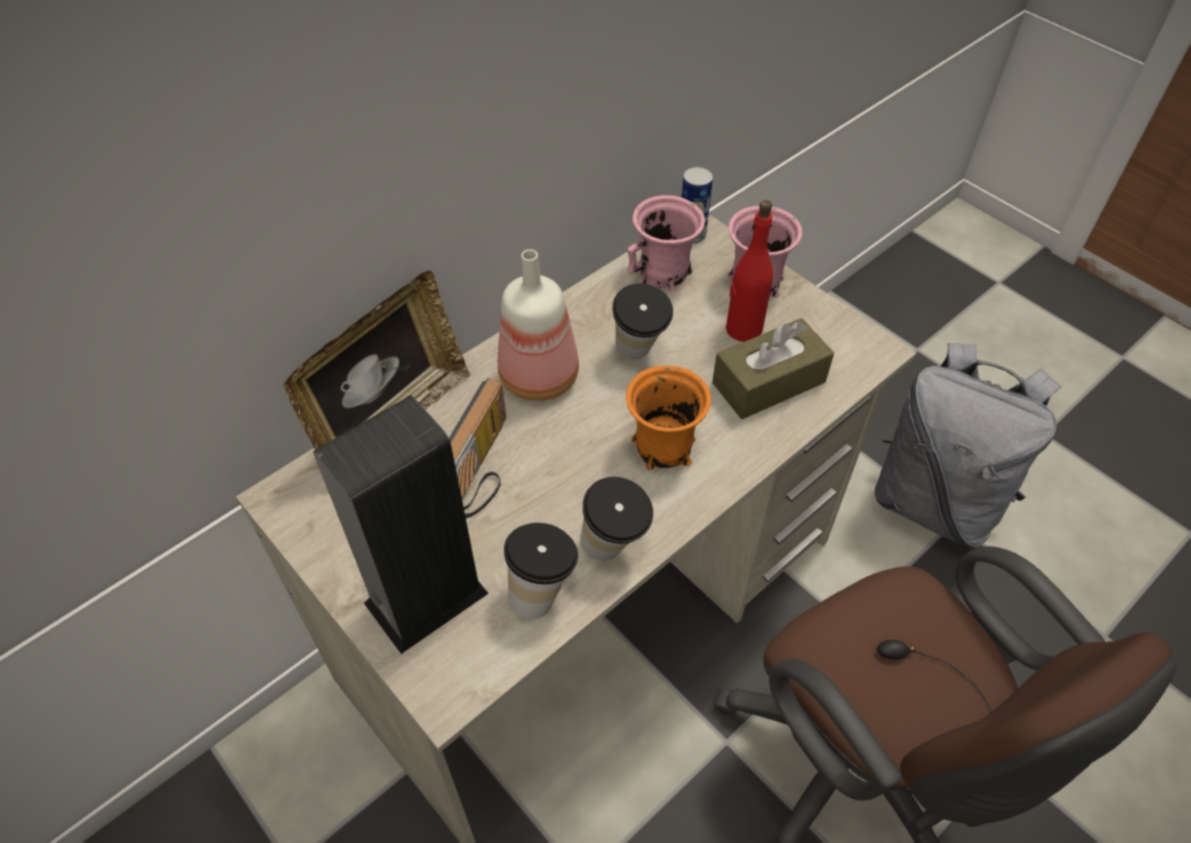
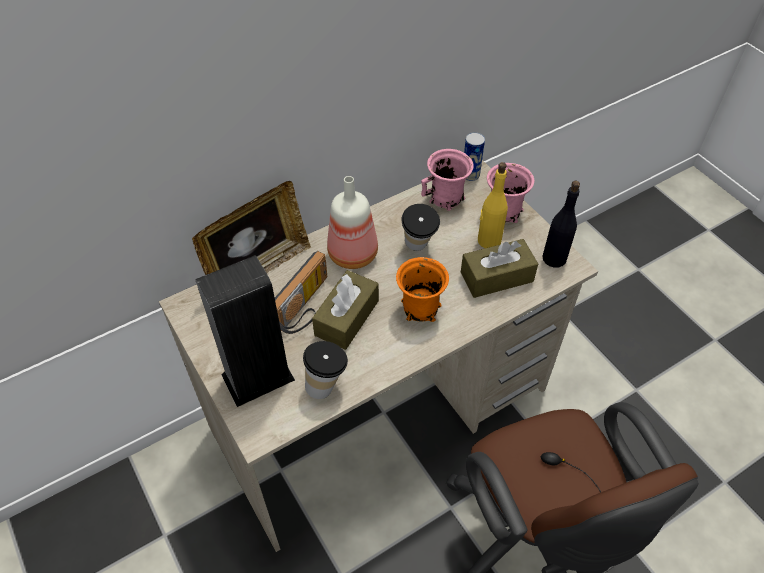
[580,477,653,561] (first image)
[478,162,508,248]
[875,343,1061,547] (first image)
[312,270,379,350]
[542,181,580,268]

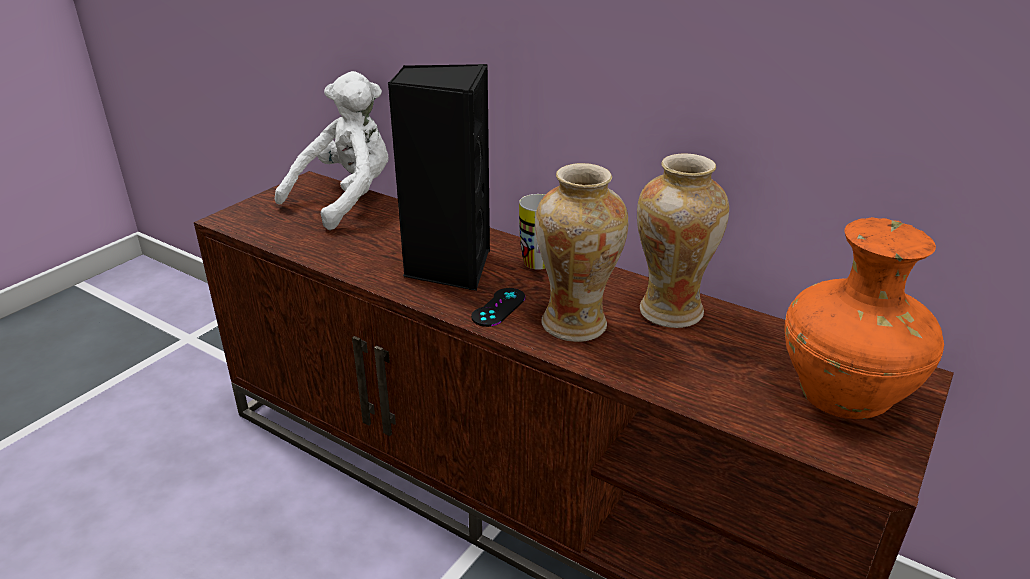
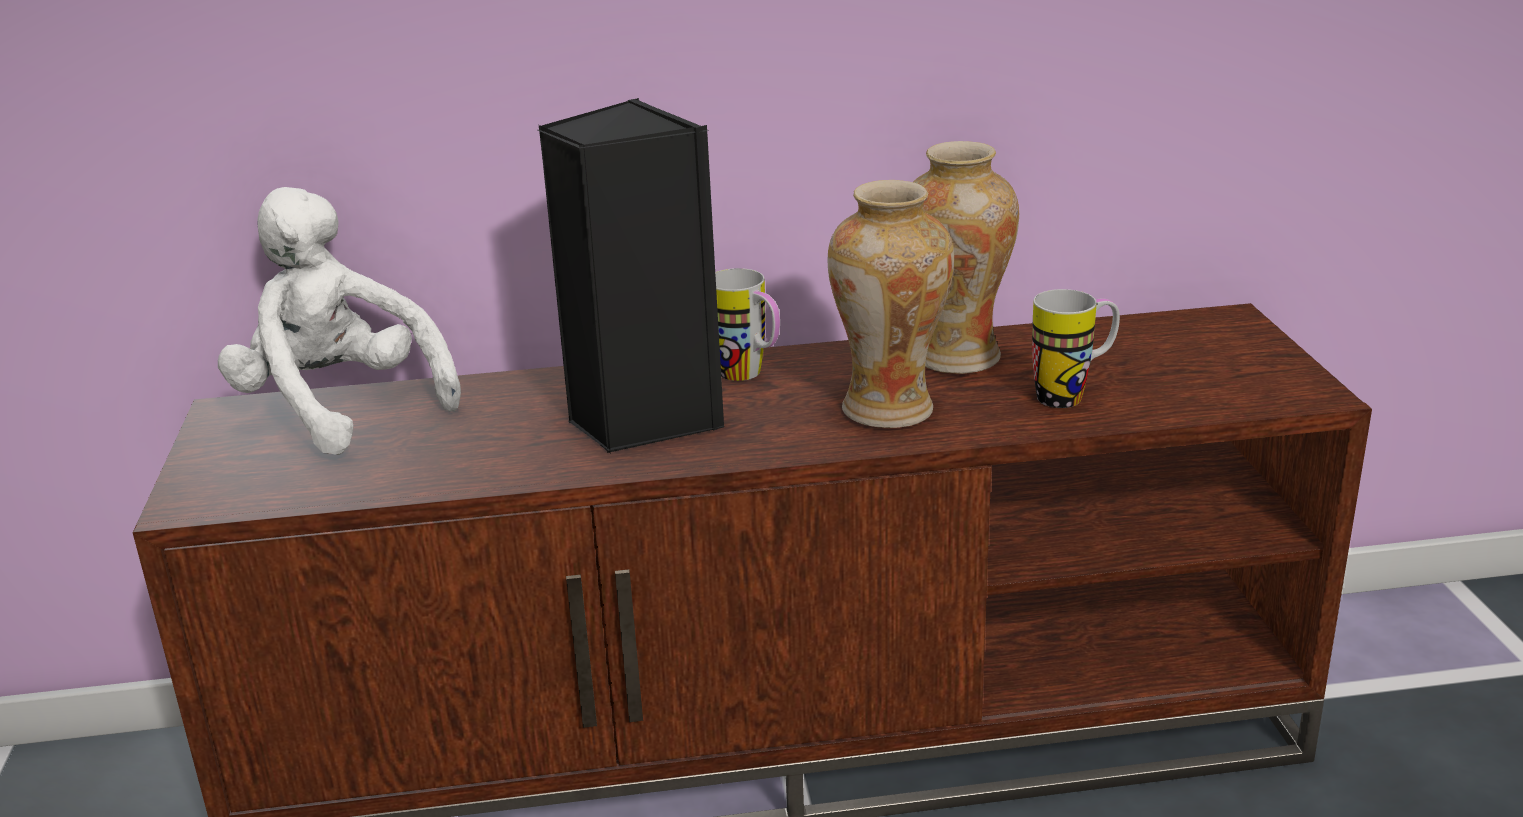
[218,187,461,455]
[471,288,525,327] (first image)
[784,217,944,419] (first image)
[1032,289,1120,408]

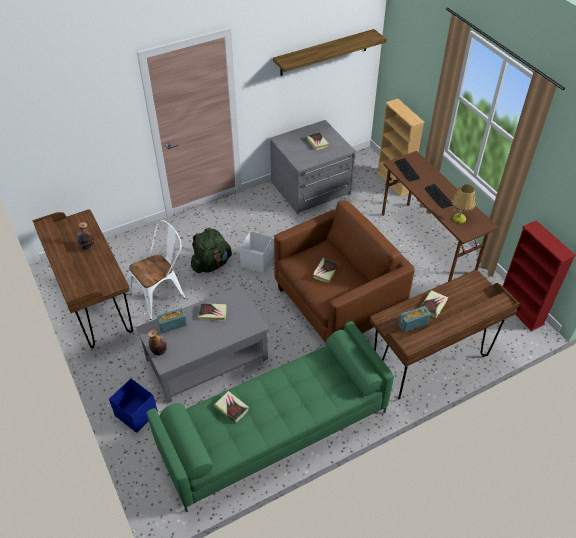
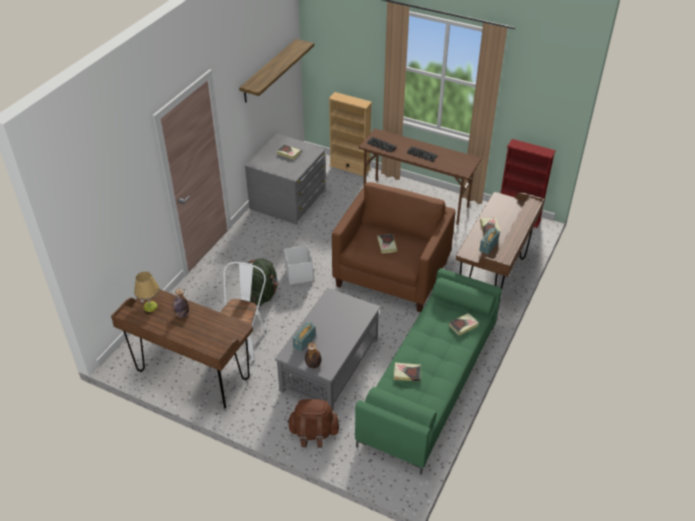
[287,399,339,448]
[448,313,479,336]
[134,271,160,312]

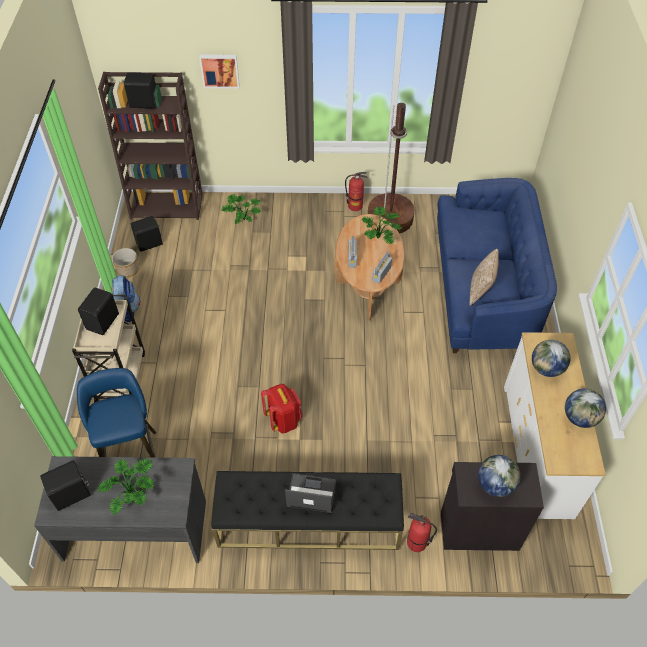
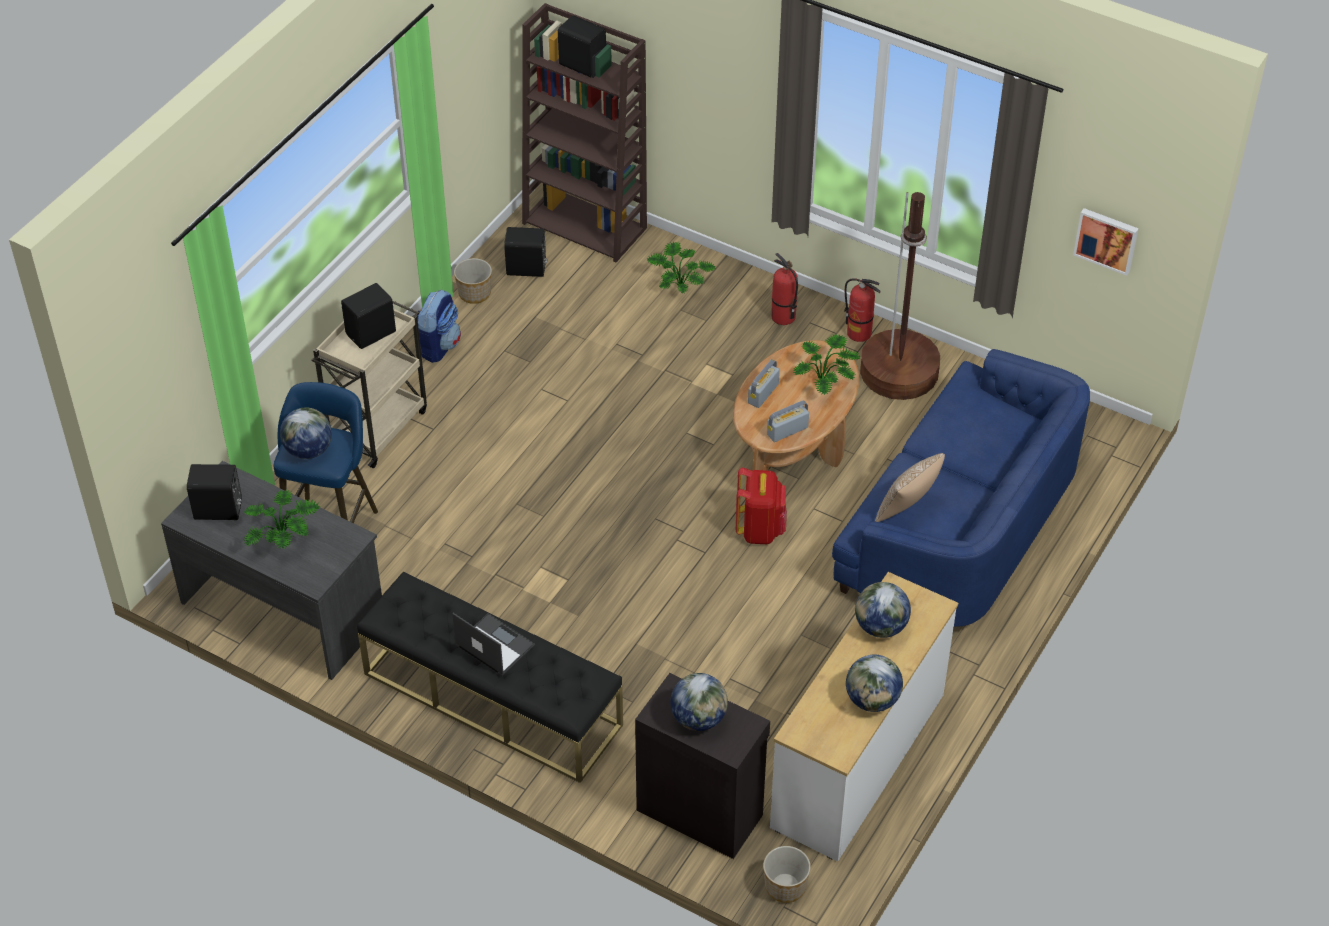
[1073,208,1139,276]
[736,468,787,544]
[771,253,798,325]
[280,407,332,459]
[763,846,811,903]

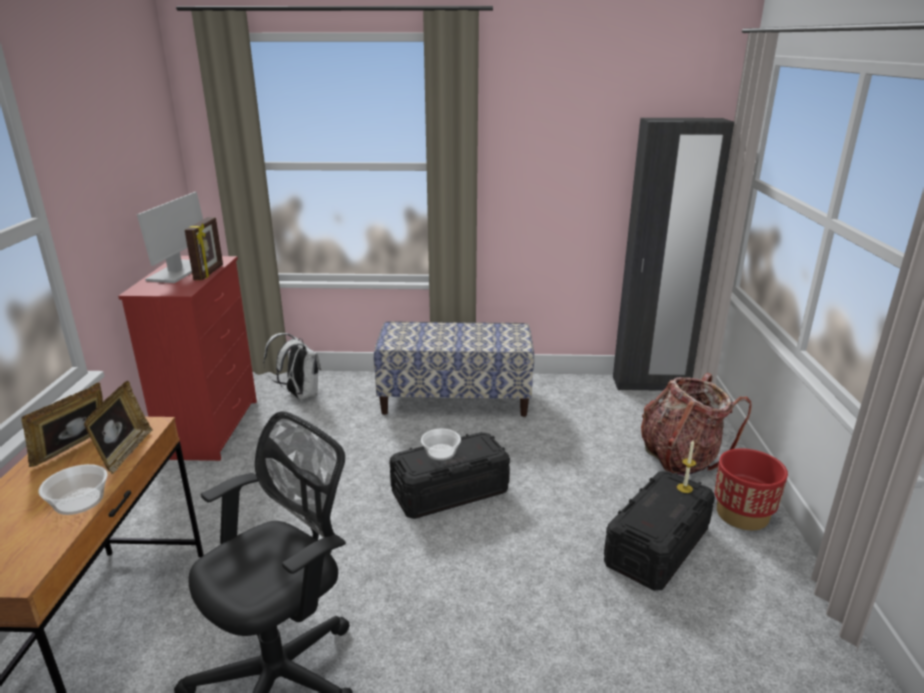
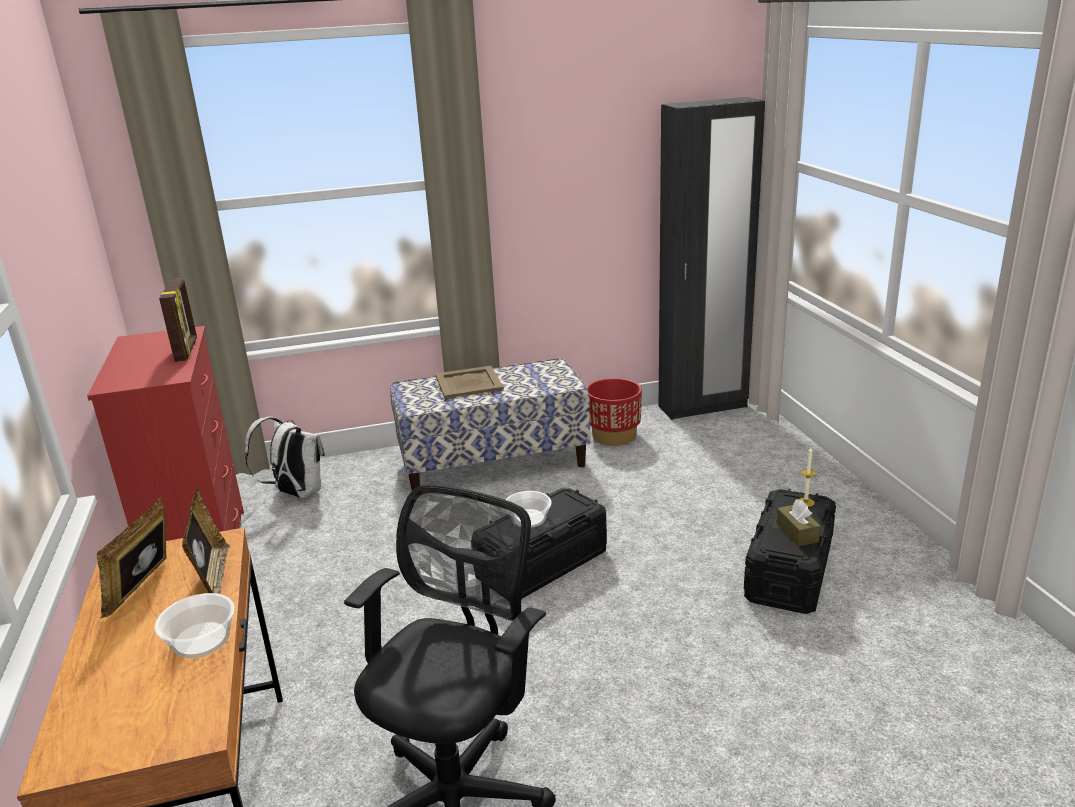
[137,192,203,283] (first image)
[641,373,752,476] (first image)
[587,378,642,446]
[435,366,504,398]
[776,499,821,546]

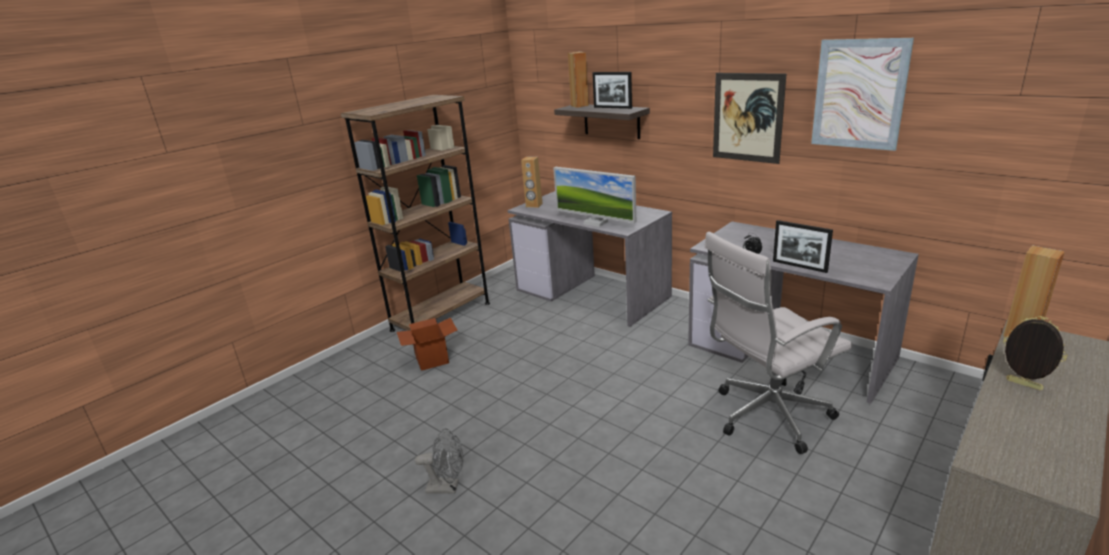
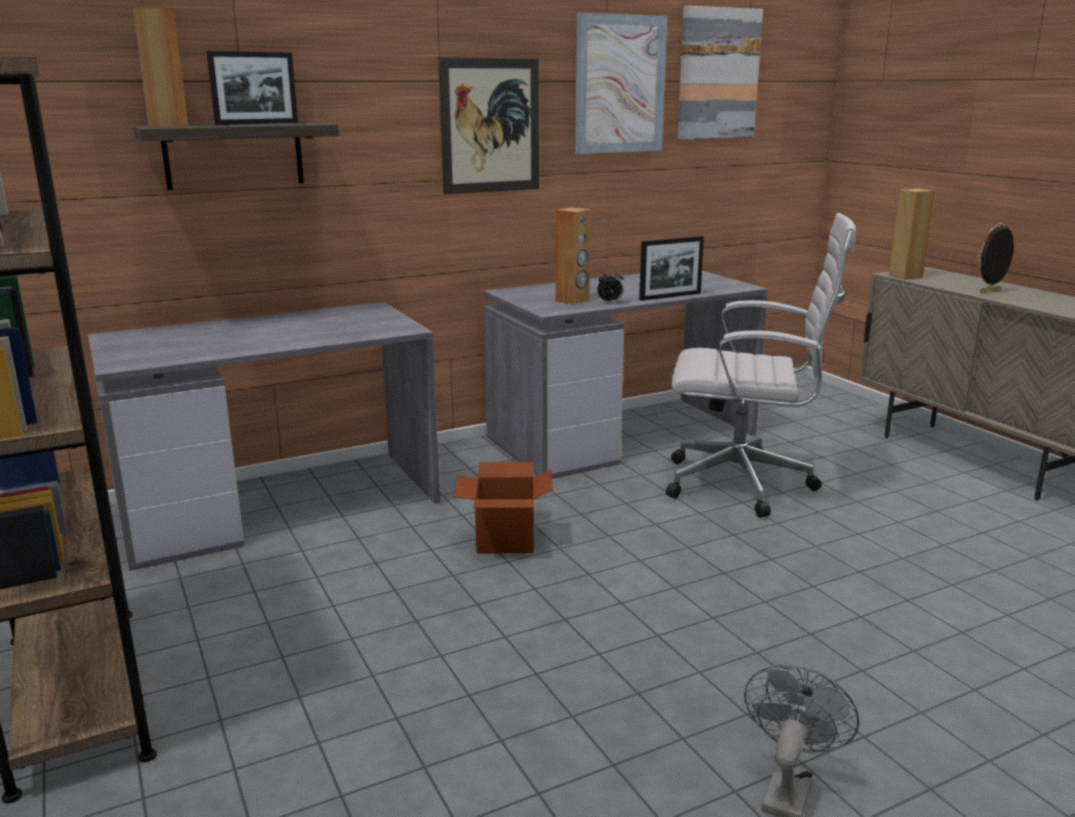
[454,462,553,554]
[556,208,590,305]
[553,167,636,227] (first image)
[666,213,856,518]
[678,6,763,140]

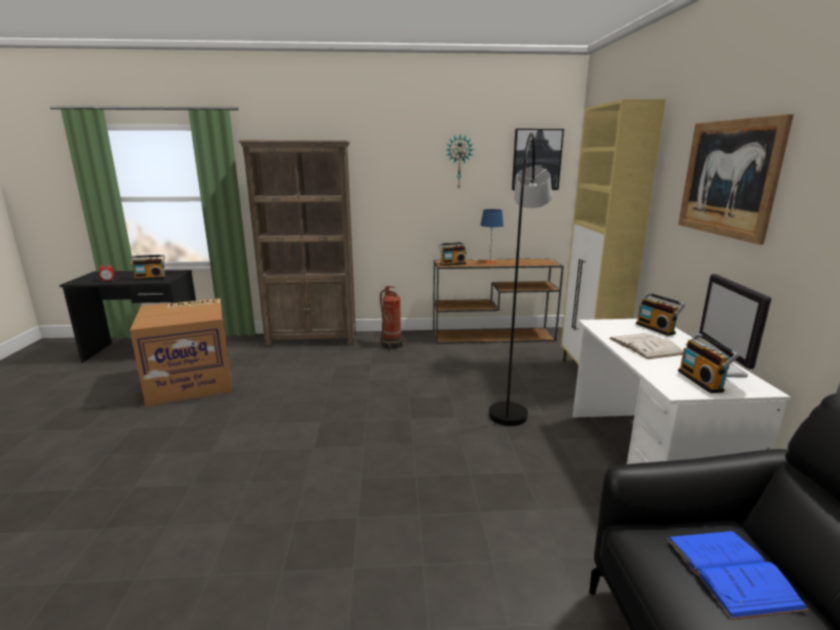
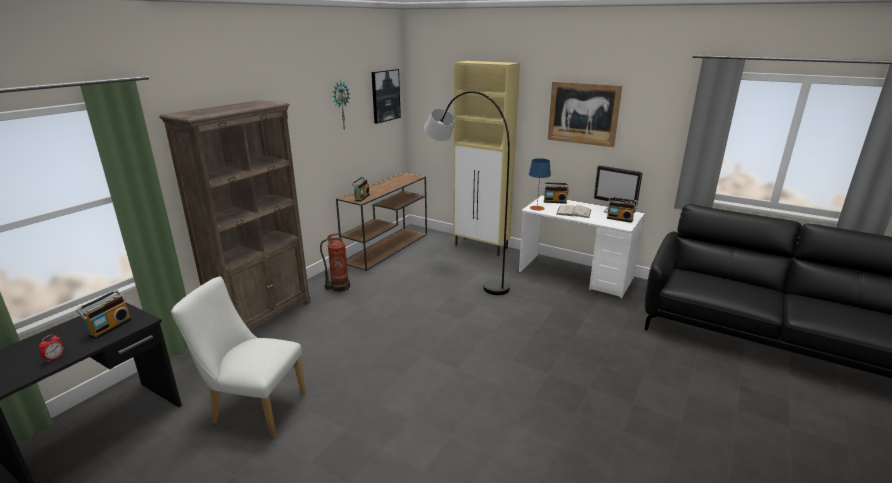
[171,276,306,437]
[529,158,551,211]
[666,531,809,620] (first image)

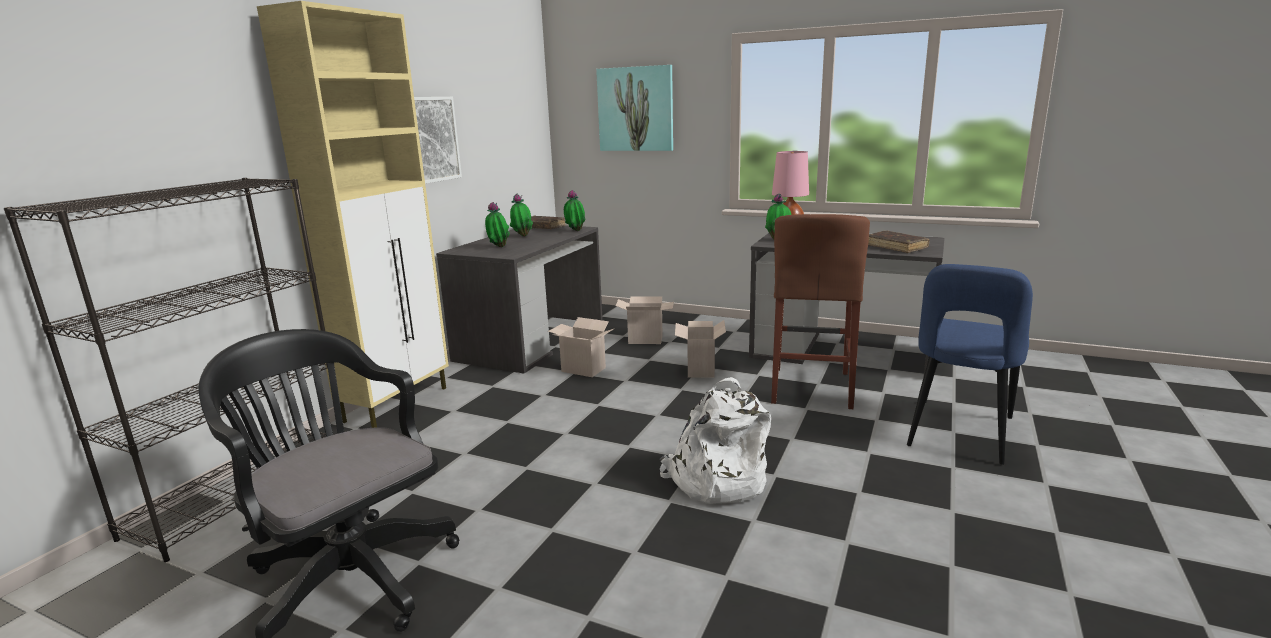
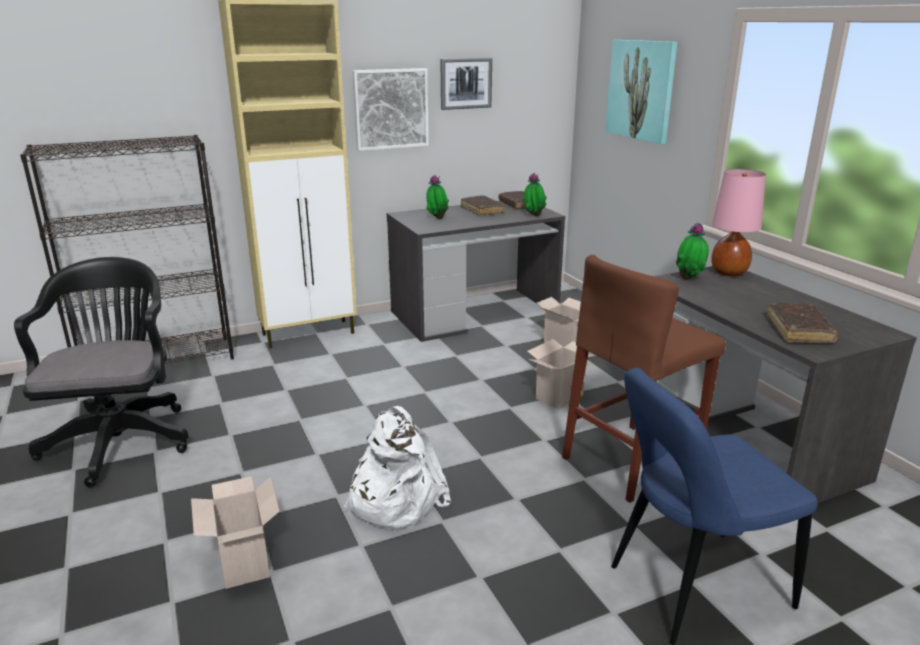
[461,195,505,216]
[191,477,280,589]
[441,58,492,110]

